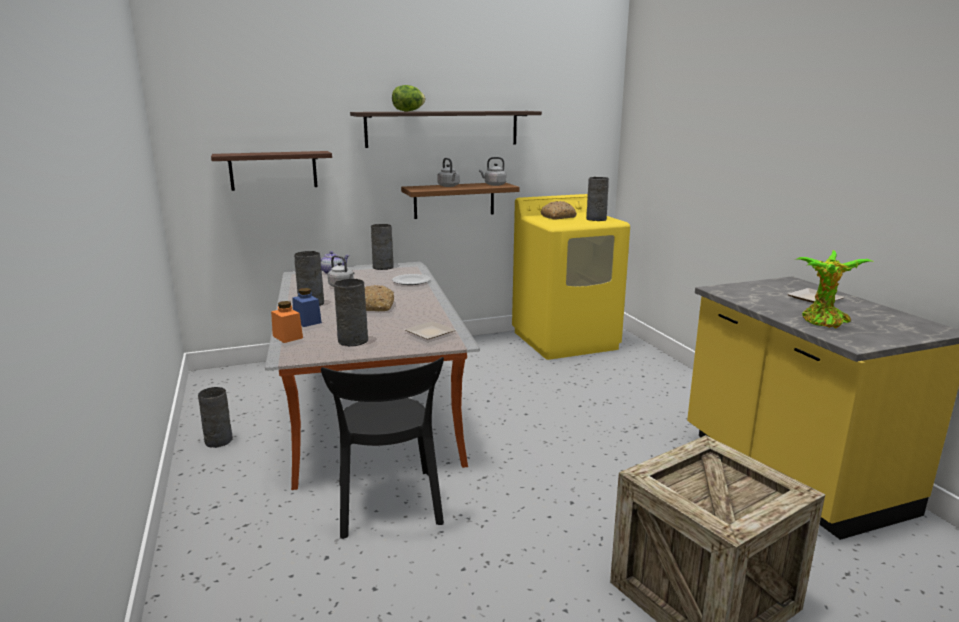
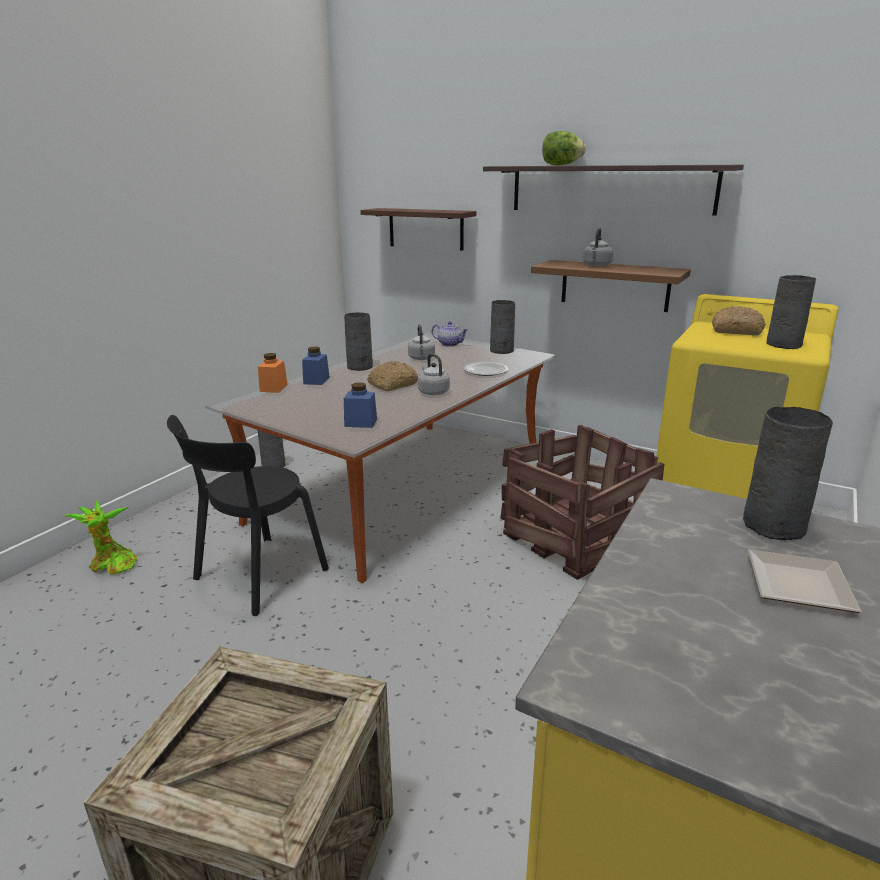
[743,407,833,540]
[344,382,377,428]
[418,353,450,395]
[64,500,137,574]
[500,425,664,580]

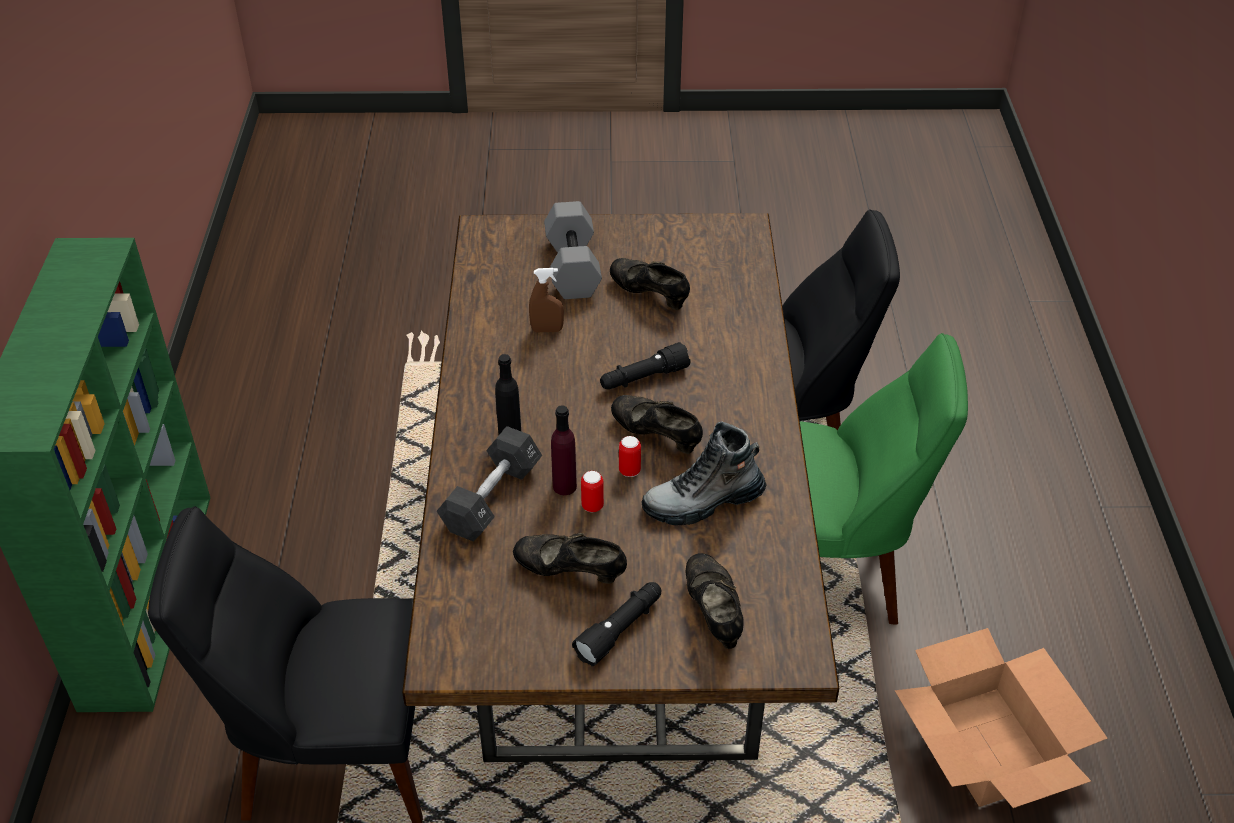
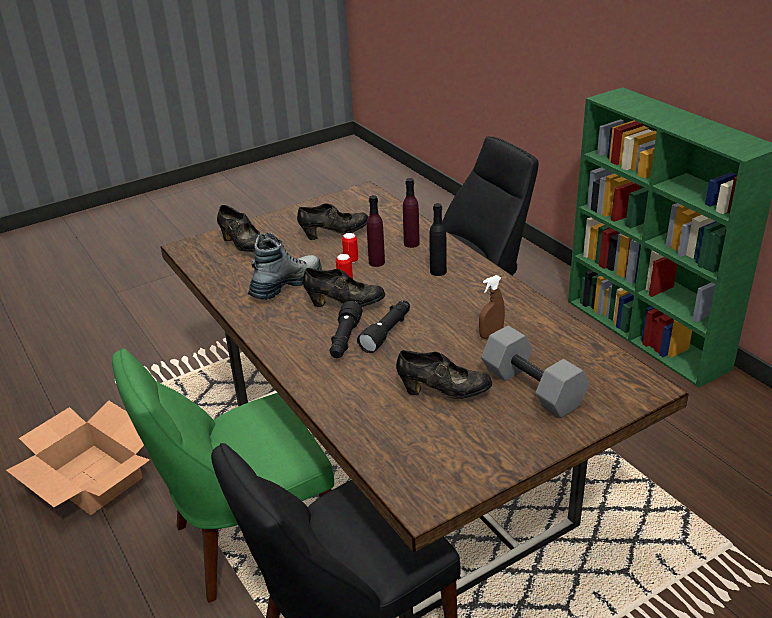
[403,178,420,248]
[330,301,362,358]

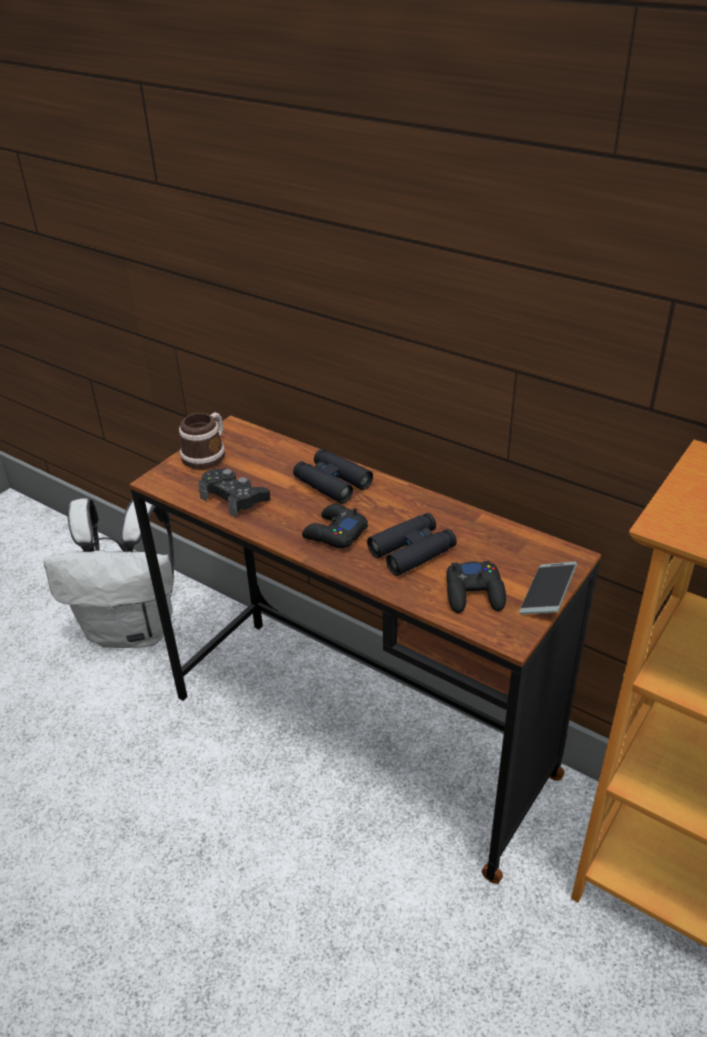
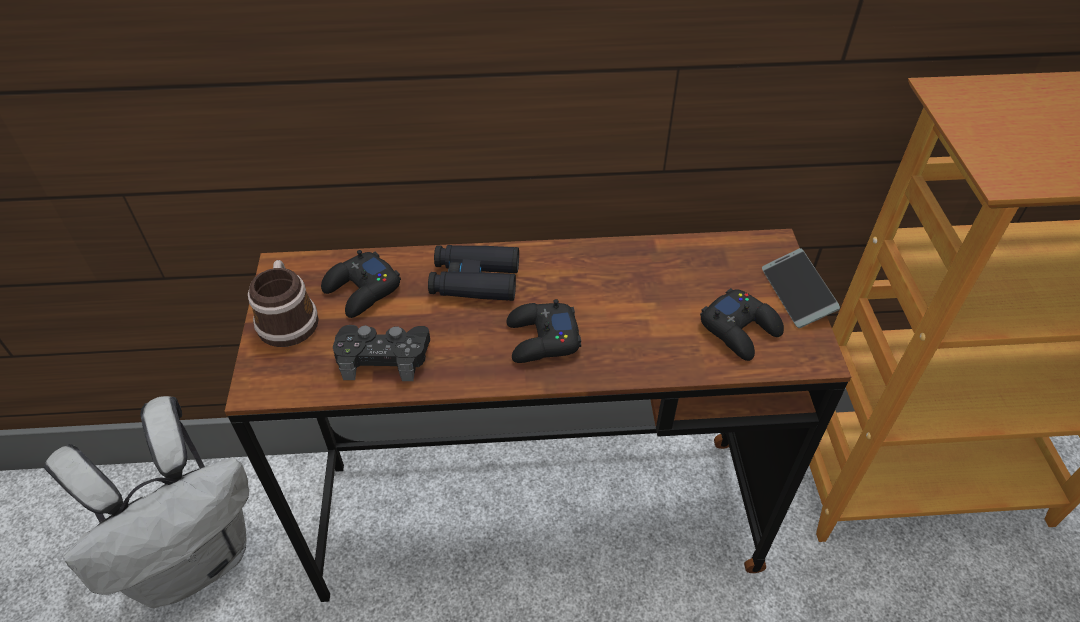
[367,513,457,576] (first image)
[321,250,401,318]

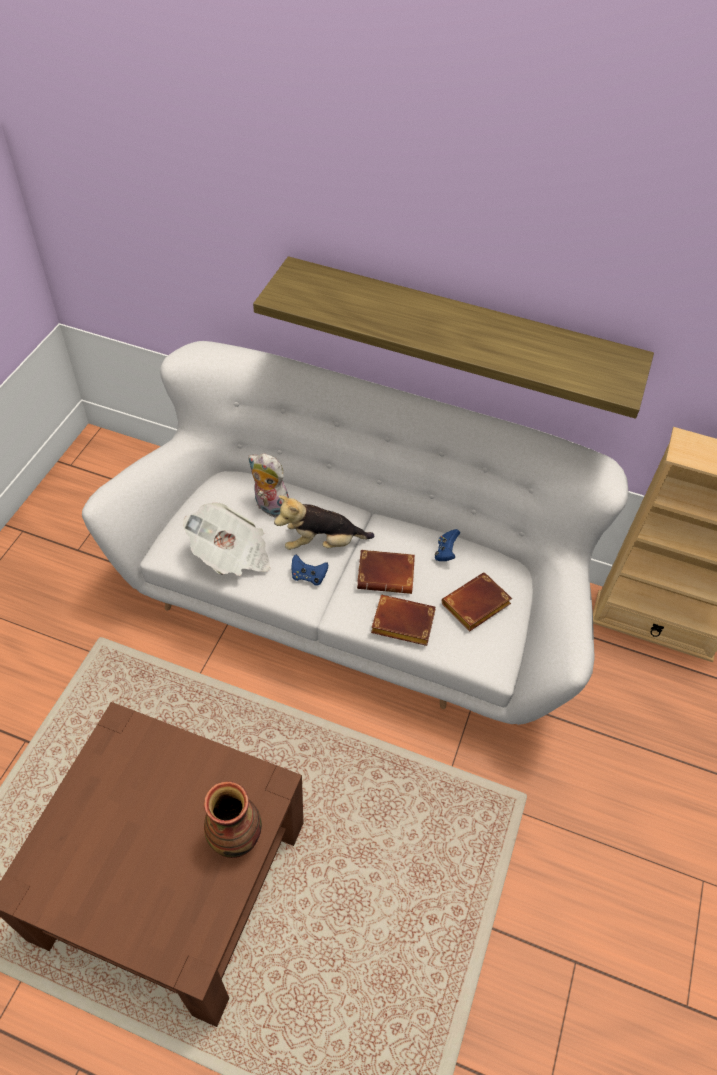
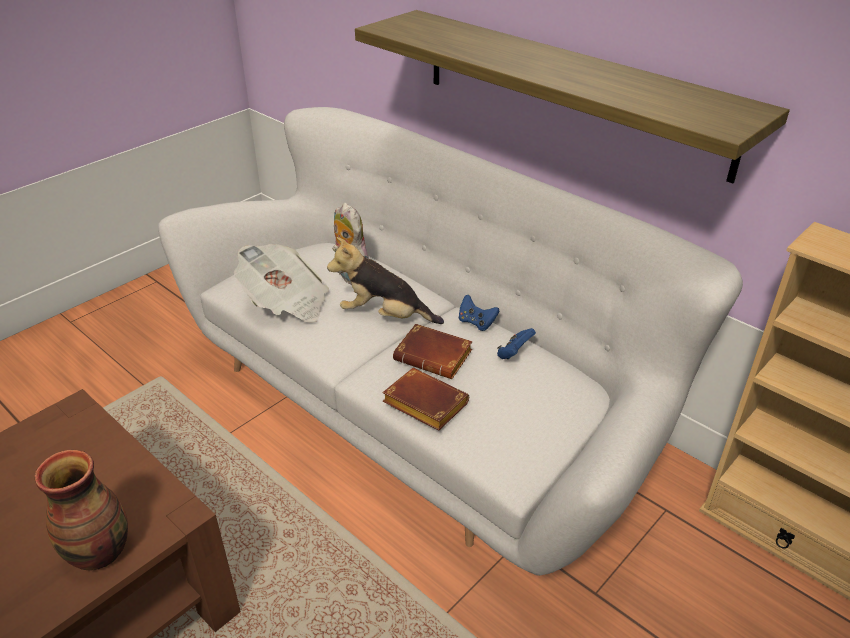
[459,294,499,331]
[442,572,512,632] (first image)

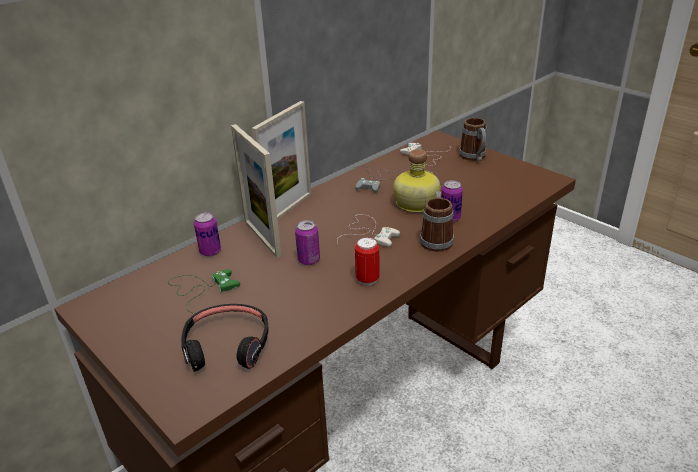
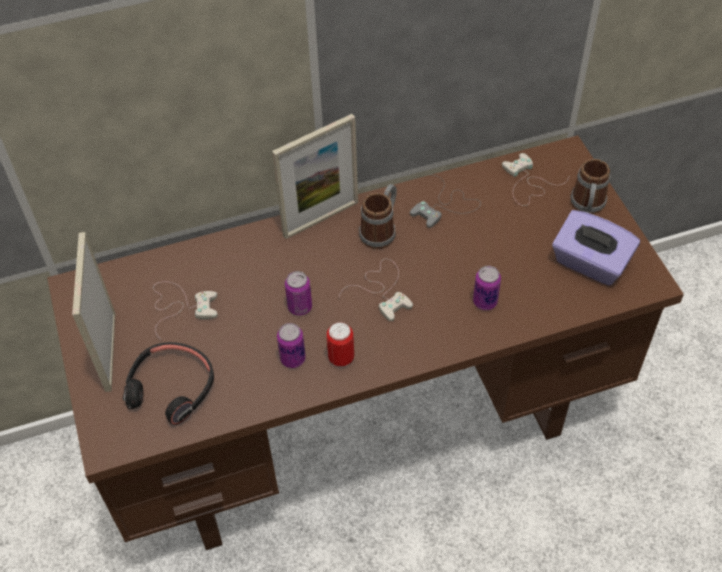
[153,281,218,339]
[277,323,306,368]
[72,232,115,392]
[393,149,441,213] (first image)
[359,184,397,249]
[552,210,640,286]

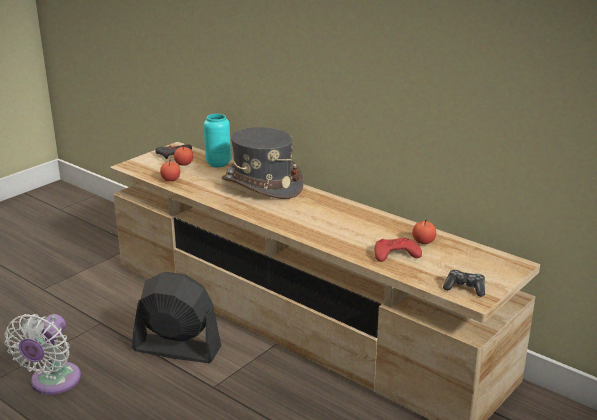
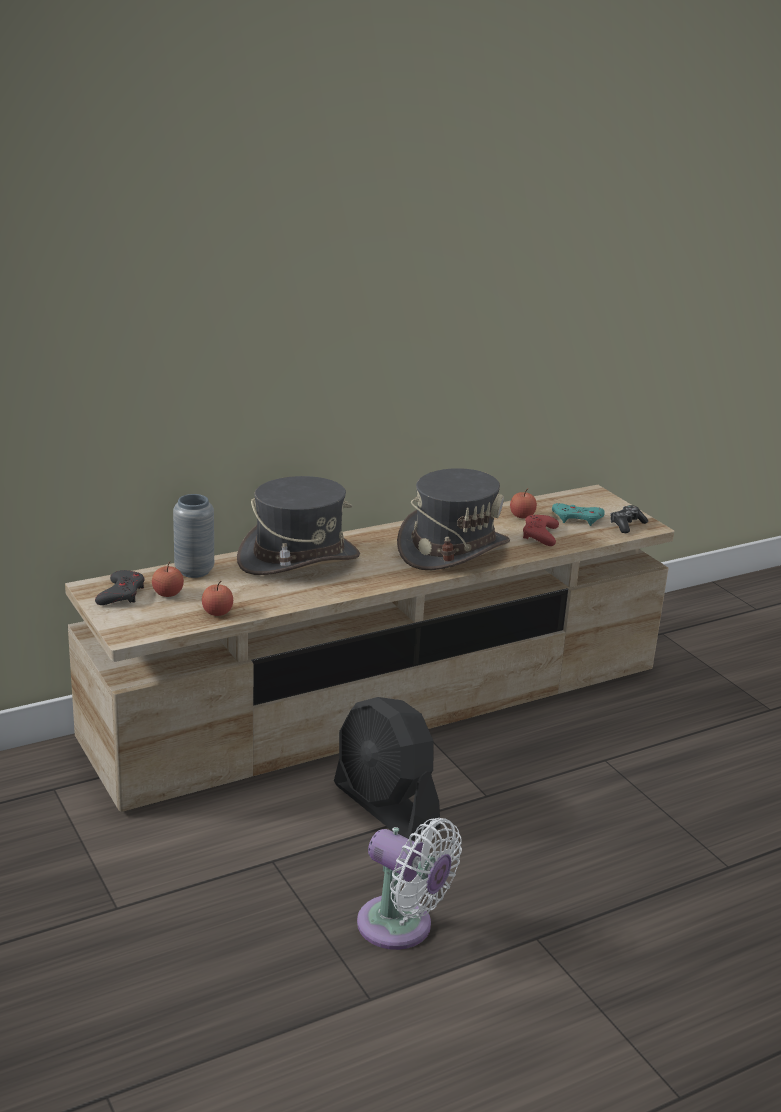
[334,697,441,841]
[173,494,214,578]
[397,468,510,570]
[552,503,605,526]

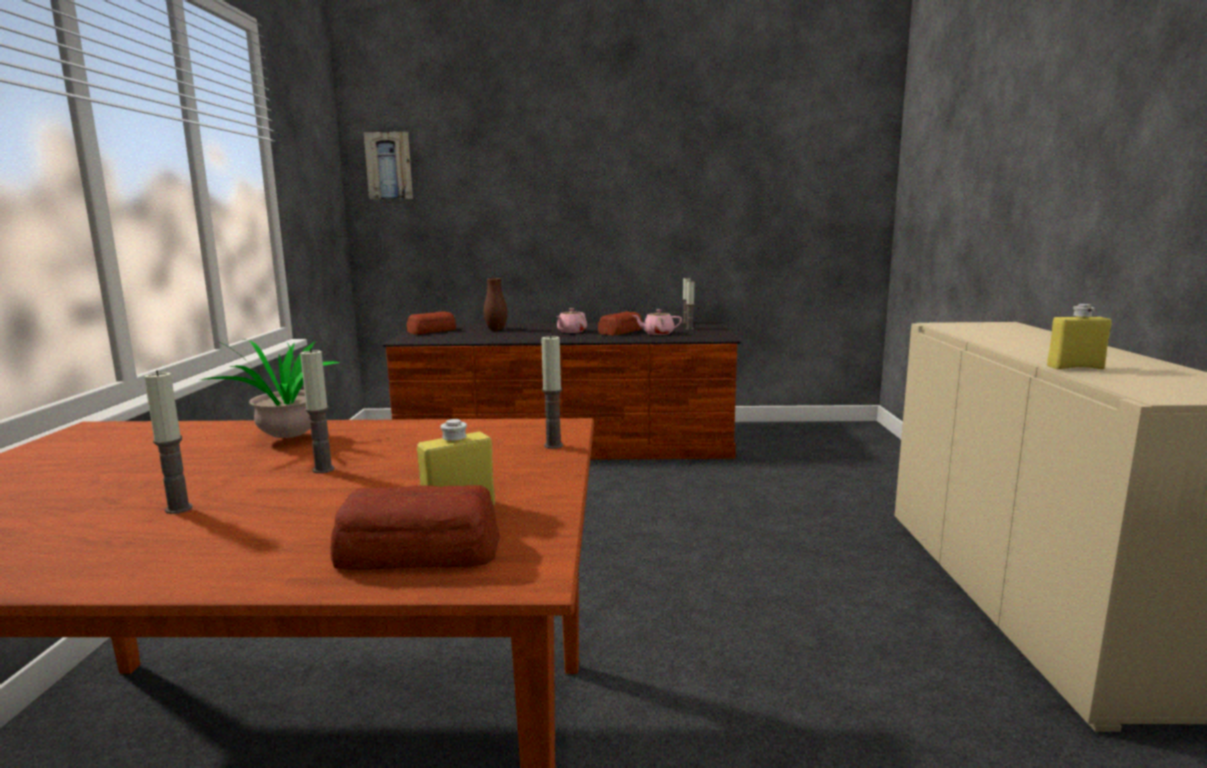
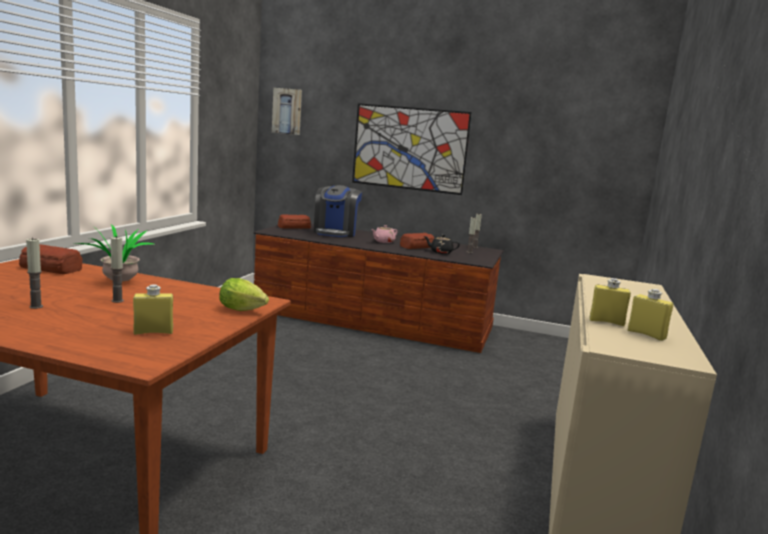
[19,244,83,274]
[314,185,362,237]
[219,278,269,311]
[424,235,460,254]
[352,103,472,195]
[628,289,673,341]

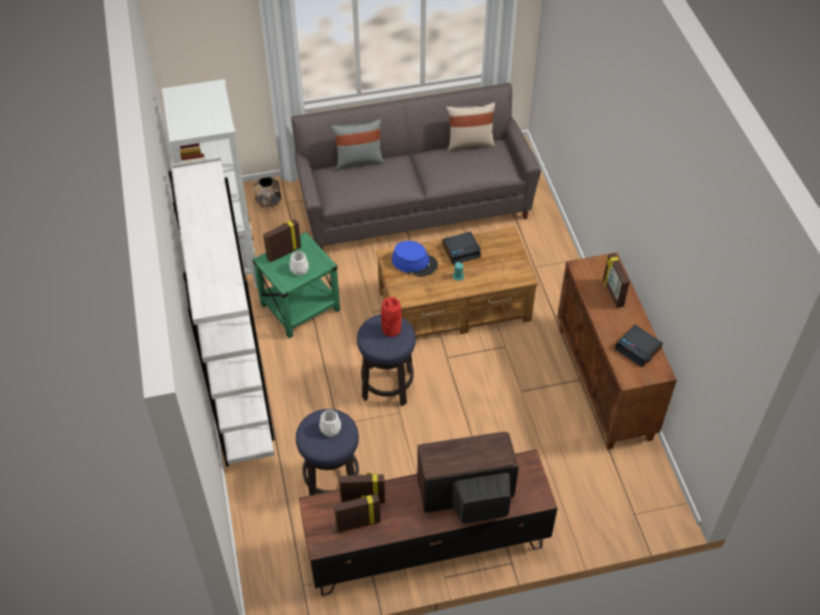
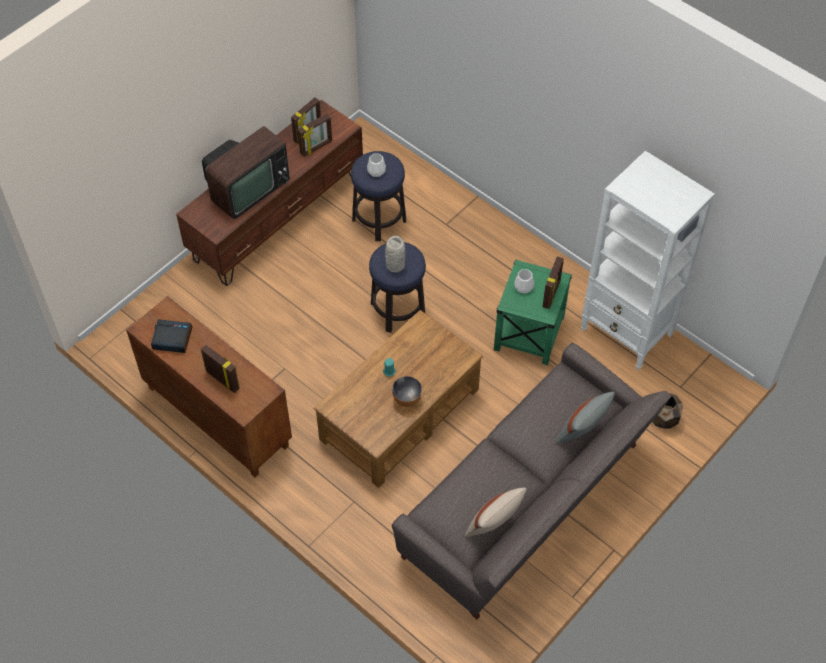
[168,157,275,467] (first image)
[385,236,405,273]
[392,241,438,277] (first image)
[392,376,422,407]

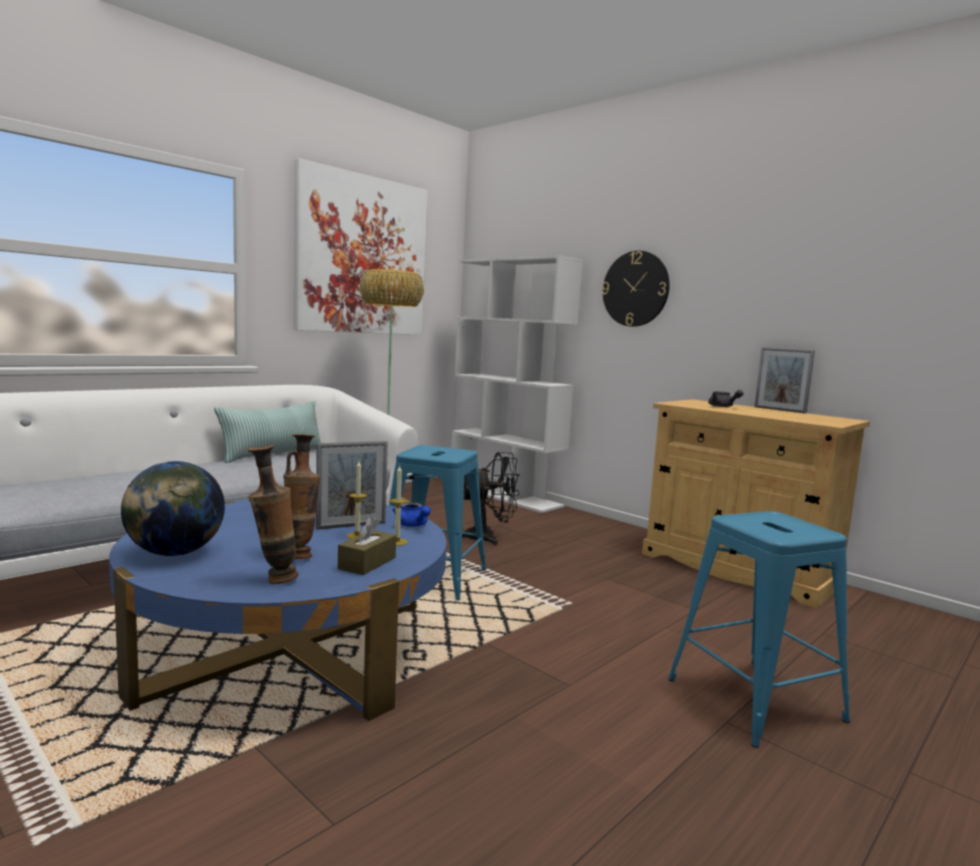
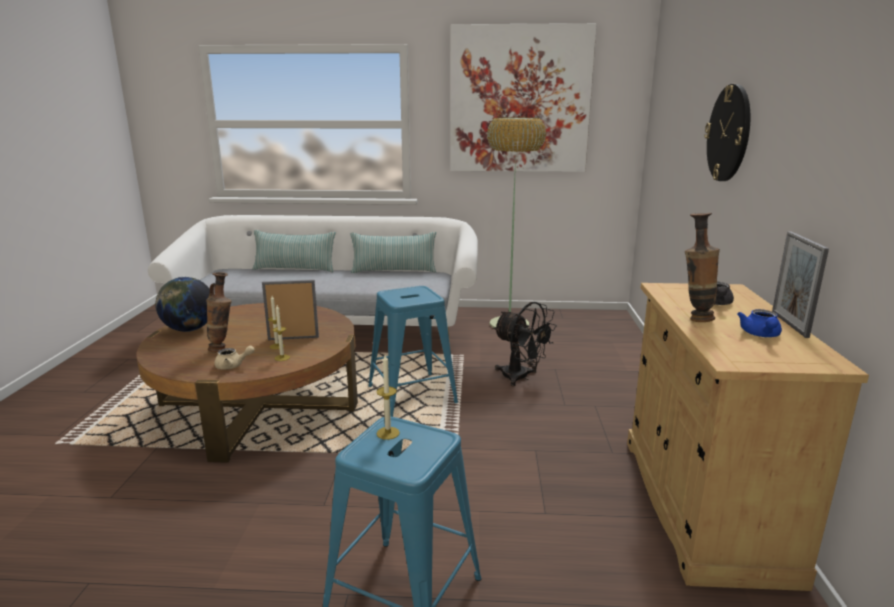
[136,303,358,463]
[685,213,720,322]
[262,279,319,340]
[214,346,255,370]
[737,309,782,337]
[452,255,583,513] (first image)
[253,230,336,272]
[376,355,400,440]

